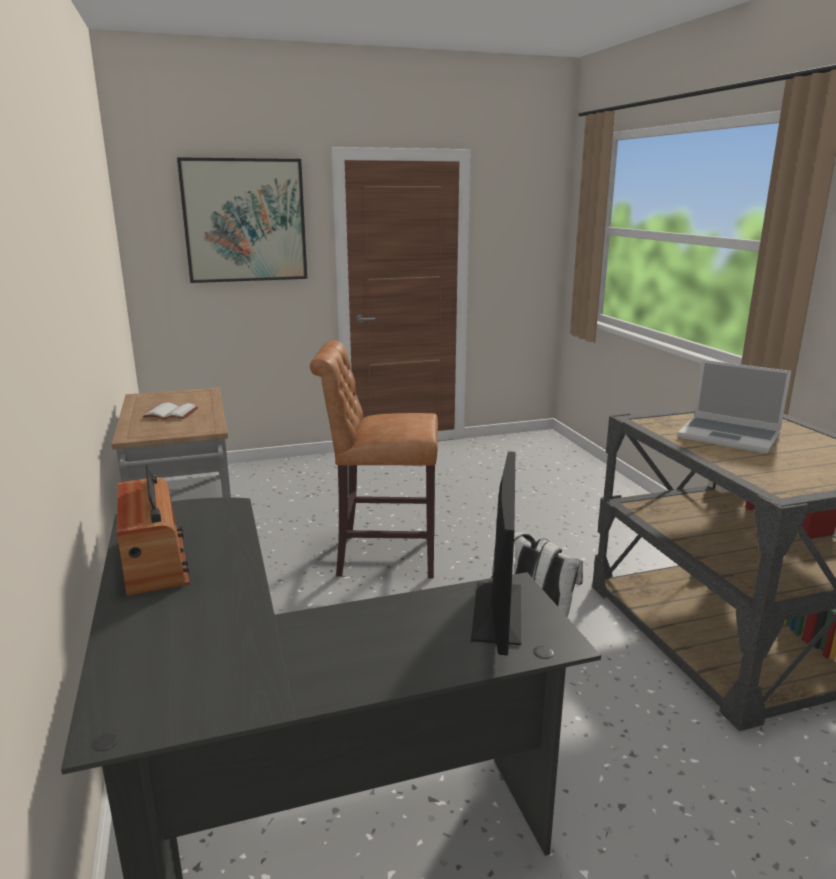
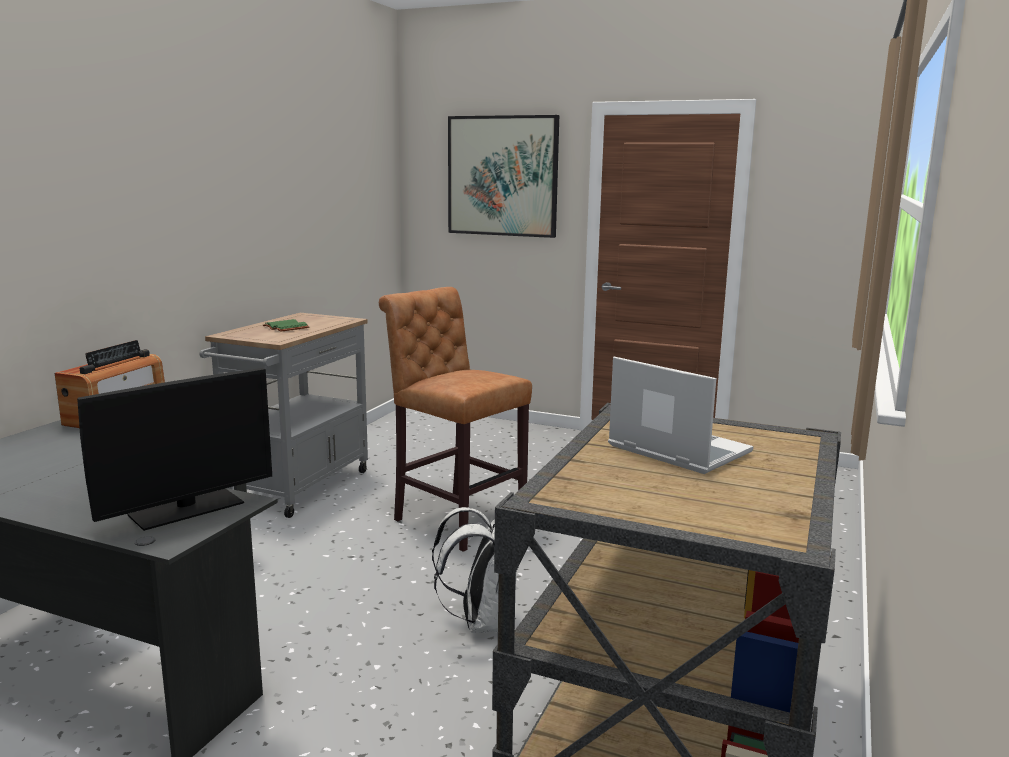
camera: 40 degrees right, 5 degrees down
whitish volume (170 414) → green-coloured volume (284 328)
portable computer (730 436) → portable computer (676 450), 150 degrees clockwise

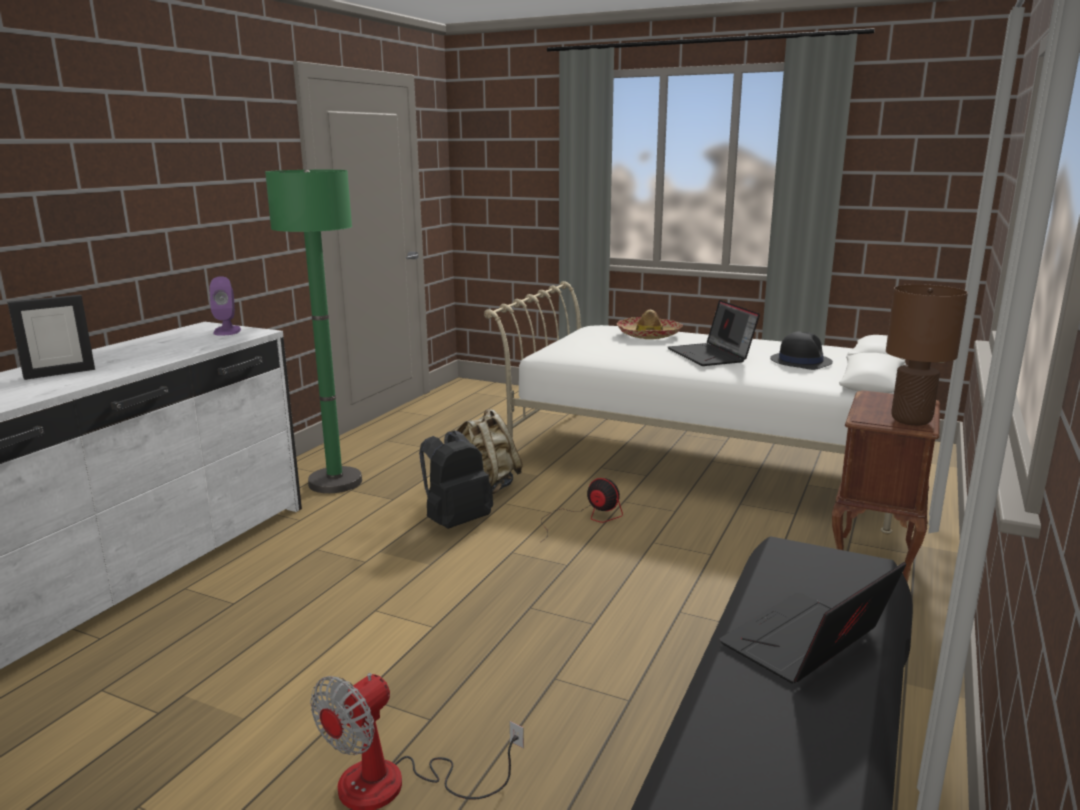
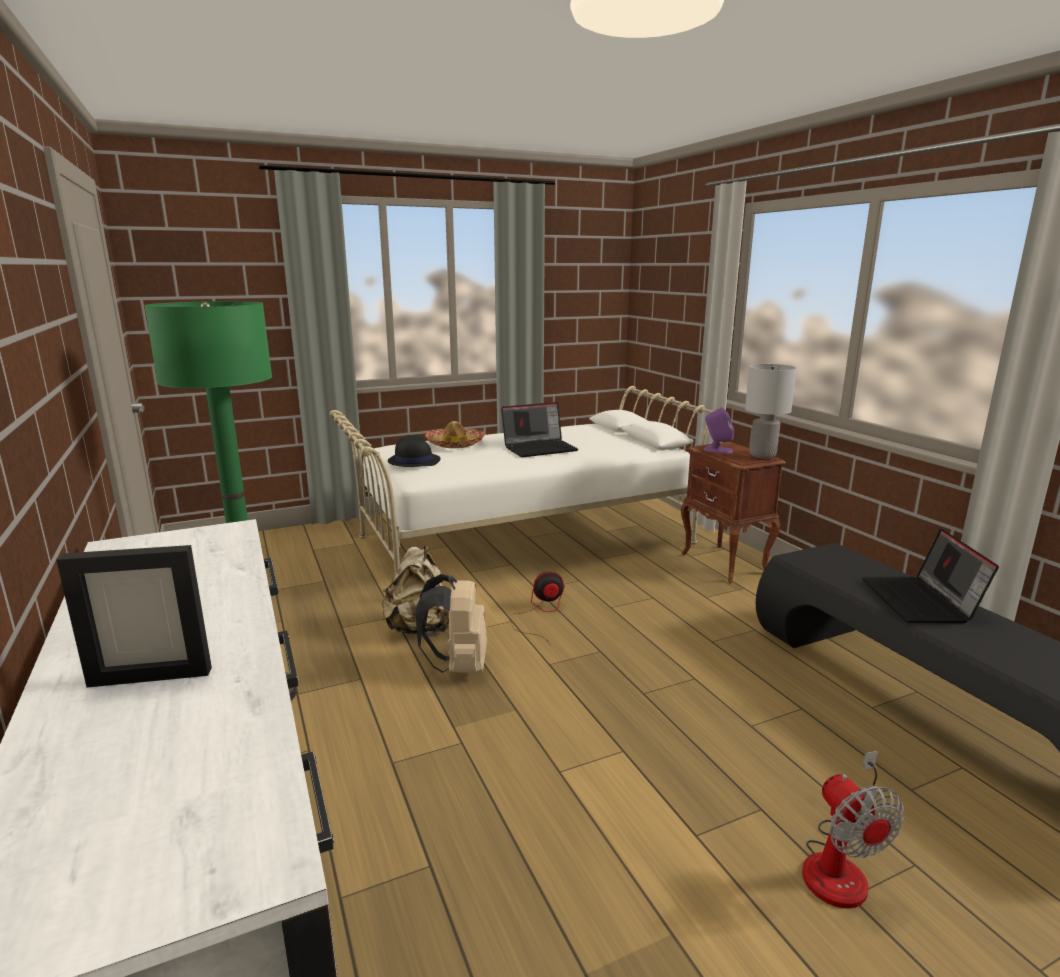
camera: 50 degrees left, 0 degrees up
standing frame (59 373) → standing frame (151 676), 75 degrees clockwise
blackish wearable hat (800 361) → blackish wearable hat (413 461), relocated
blackish backpack (456 521) → sand-coloured backpack (458 666)
portable computer (711 355) → portable computer (540 448), 45 degrees counterclockwise
purple-coloured audio speaker (227 331) → purple-coloured audio speaker (717 450), relocated
brown lamp for a table (911 422) → gray lamp for a table (763 457)

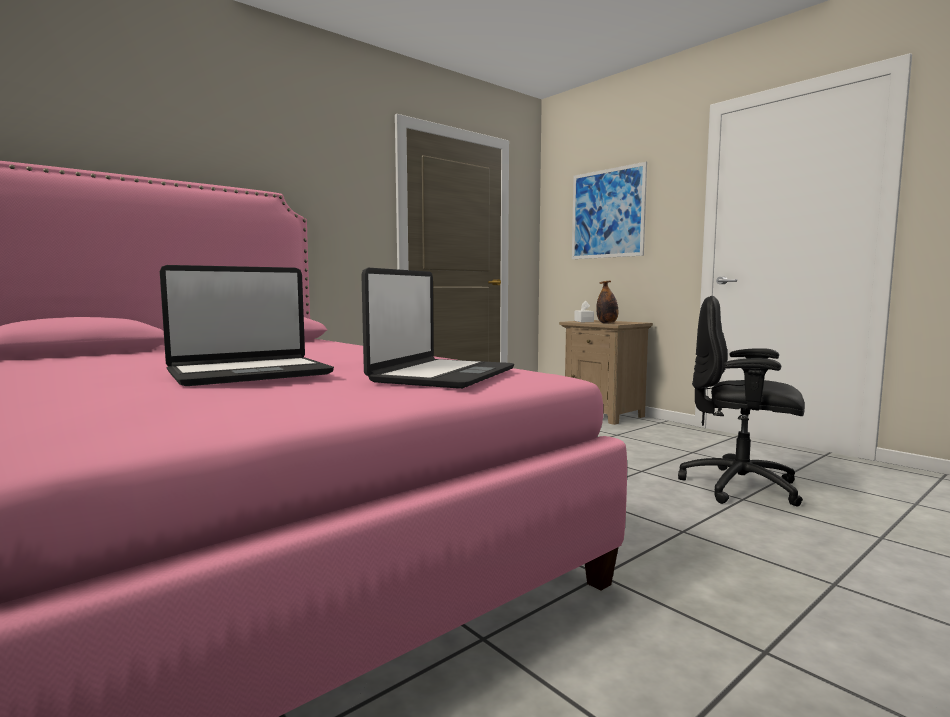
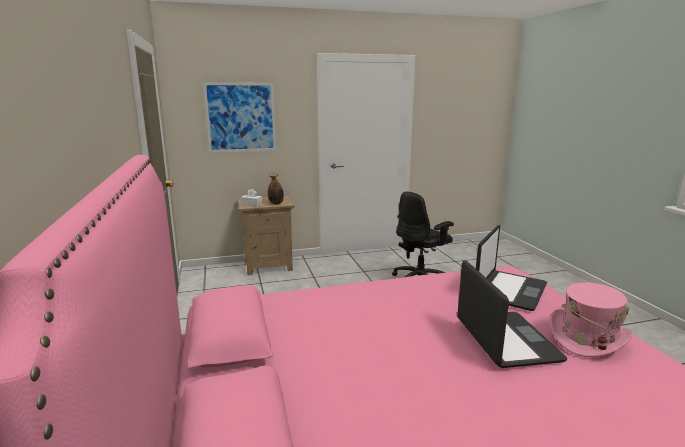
camera: 65 degrees left, 10 degrees up
portable computer (442 375) → portable computer (509 290), 75 degrees clockwise
- → pink wearable hat (587 337)

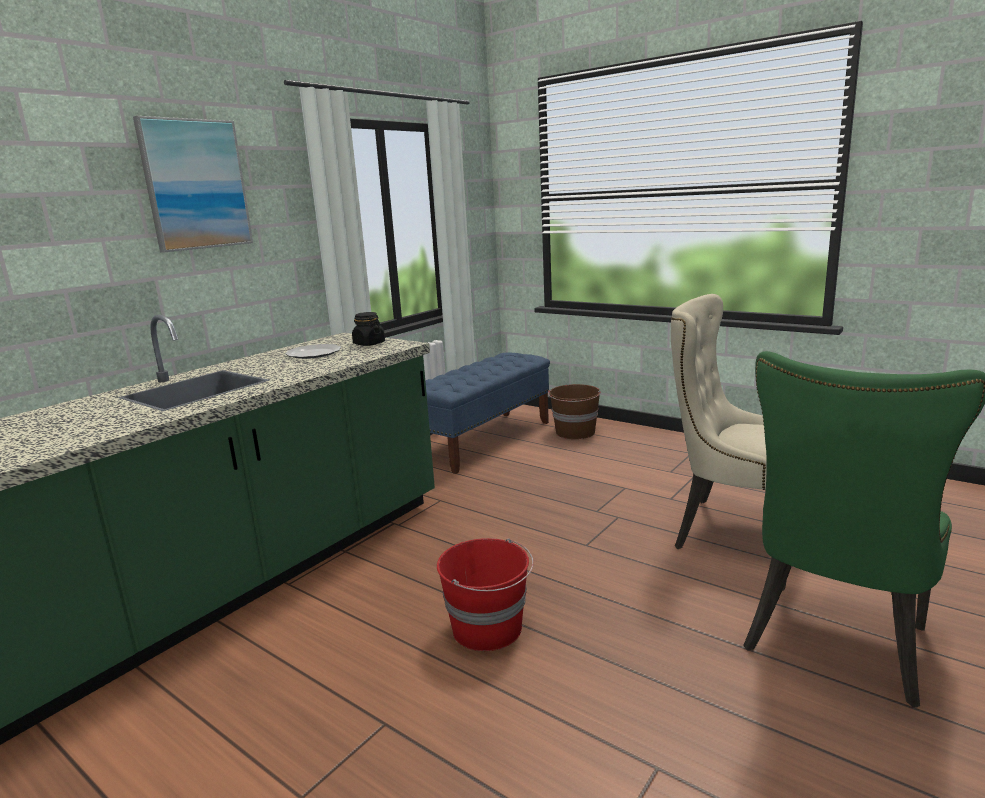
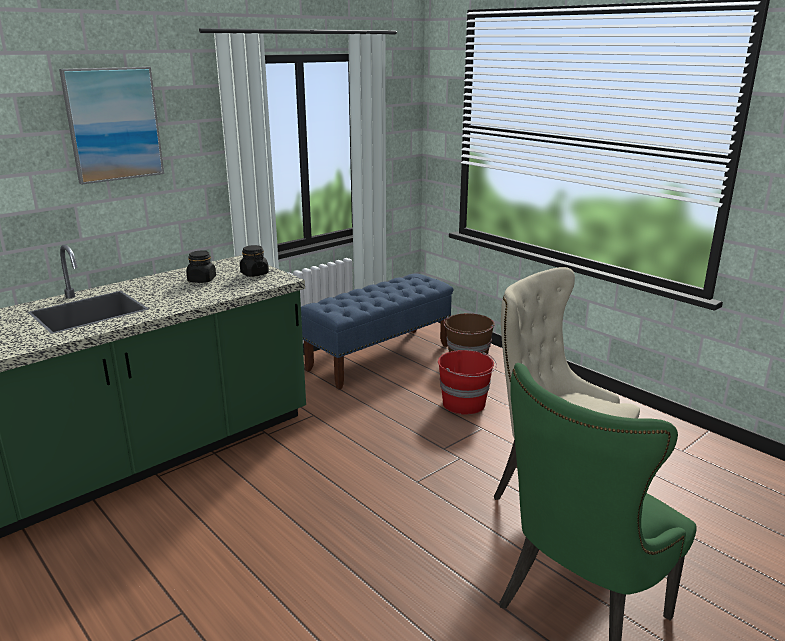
camera: 10 degrees right, 5 degrees up
flat dish (313 353) → blackish preserve jar (202 280)
red-coloured water bucket (488 628) → red-coloured water bucket (464 404), relocated

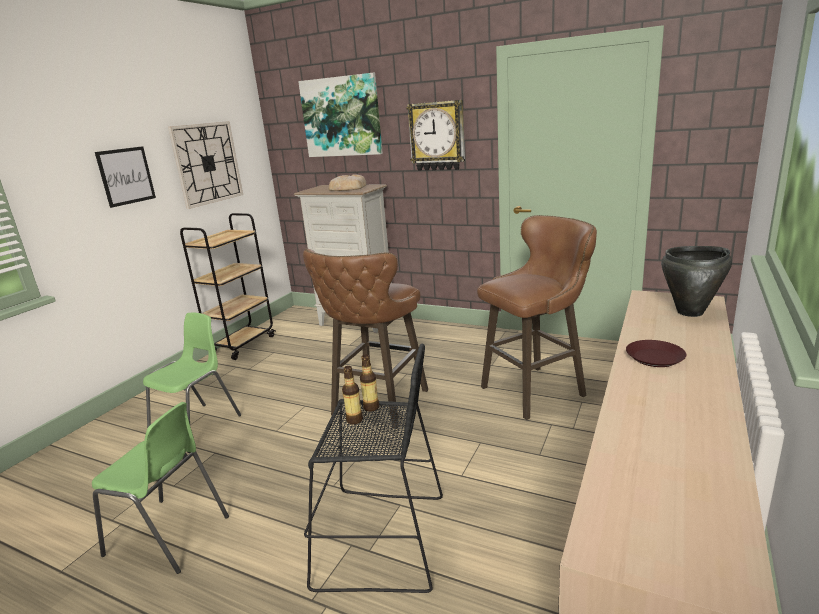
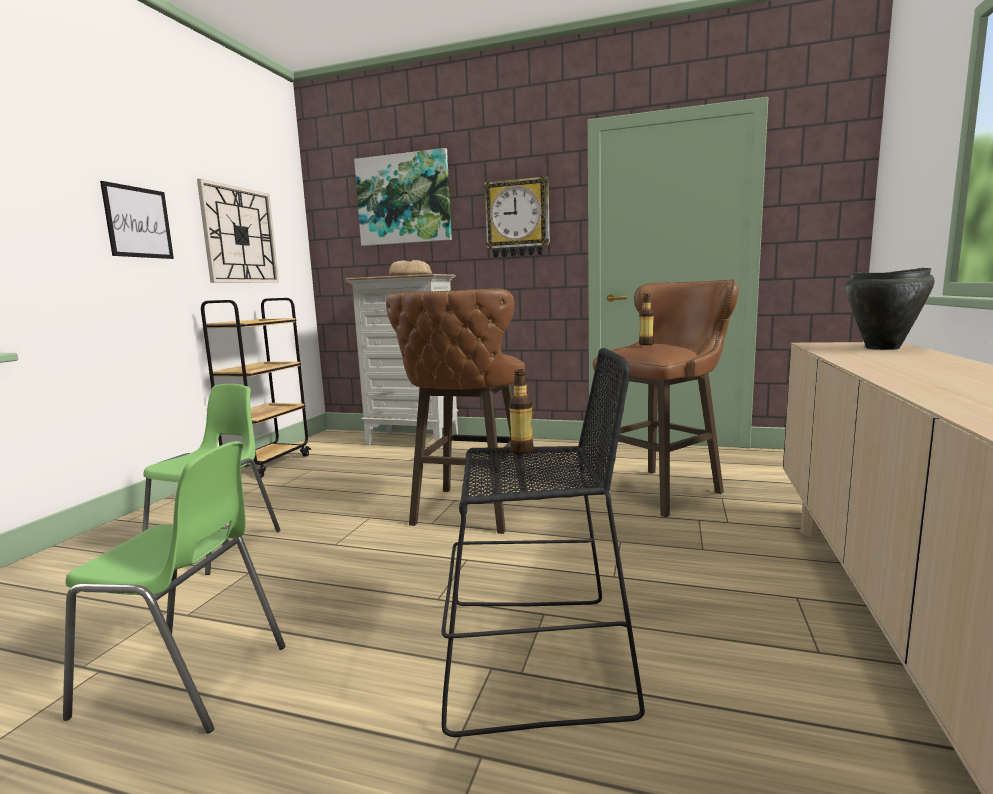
camera: 10 degrees left, 10 degrees down
bottle (354 420) → bottle (646 344), relocated
brown flat dish (654 358) → -

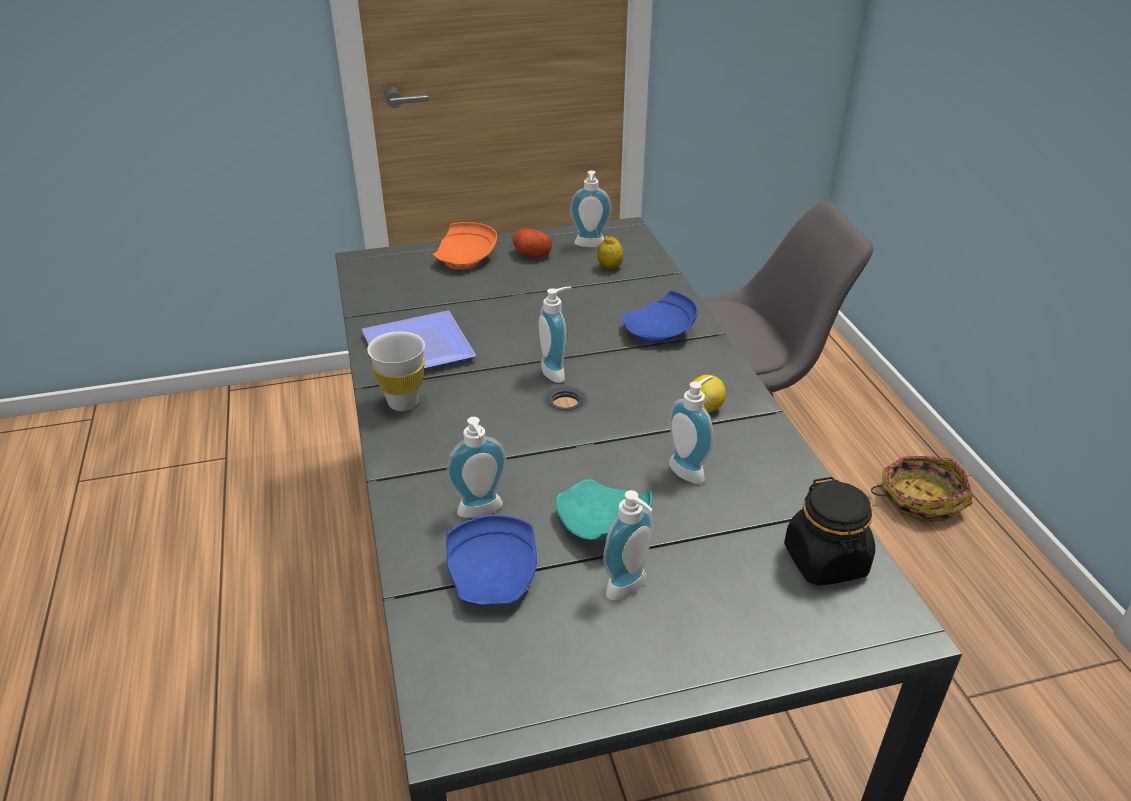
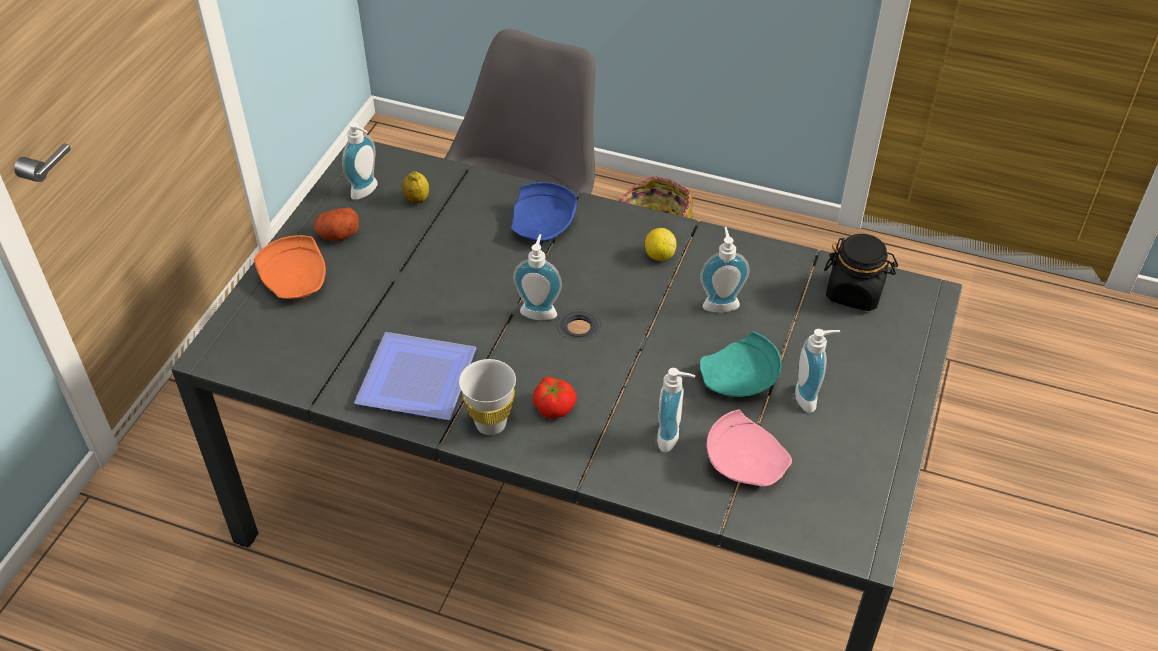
camera: 55 degrees left, 10 degrees up
- → tomato (554 406)
blue-coloured flat dish (494 577) → pink flat dish (745 461)

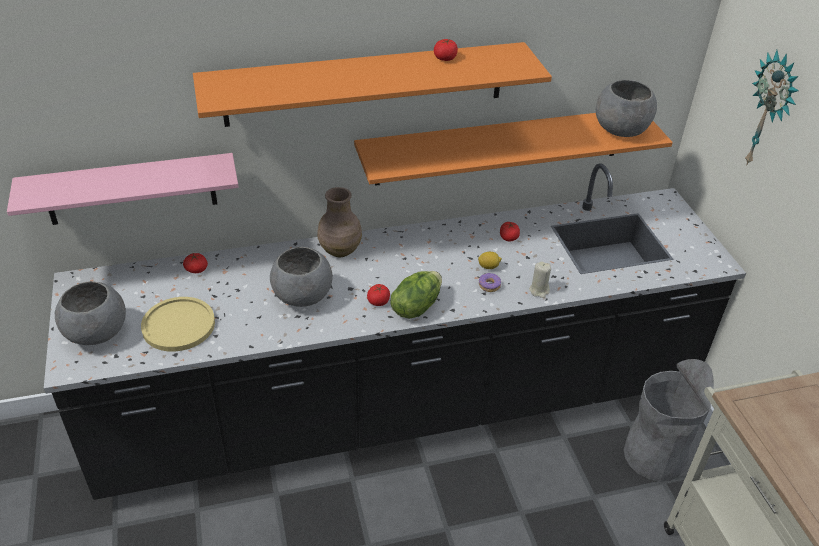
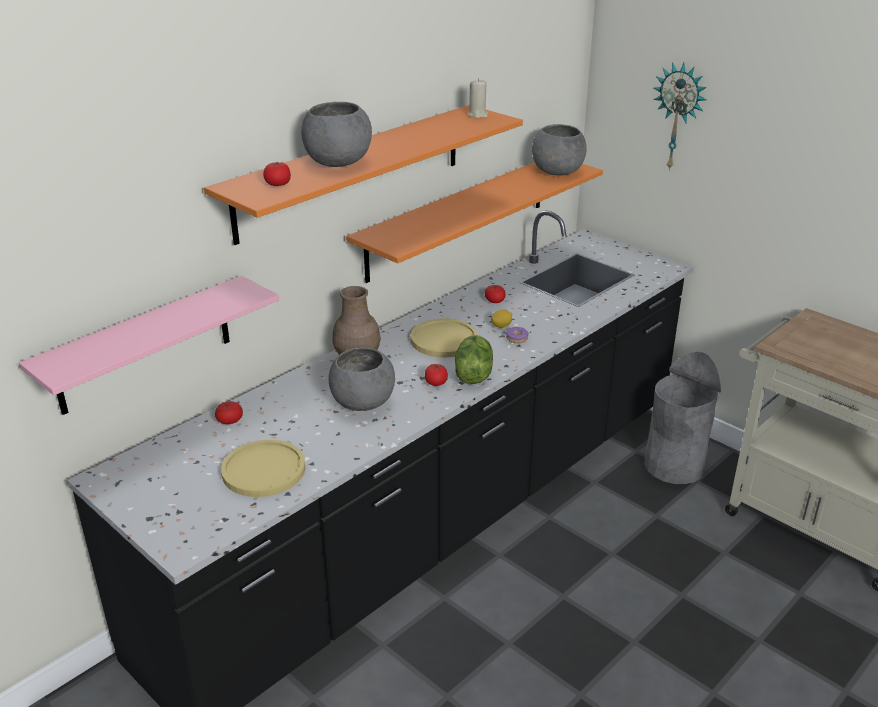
camera: 30 degrees left, 10 degrees down
tomato (445 58) → tomato (278 184), relocated
gray serving bowl (97 334) → gray serving bowl (338 164), relocated
- → yellow-coloured flat dish (444 340)
sand-coloured candle (539 290) → sand-coloured candle (477 115), relocated

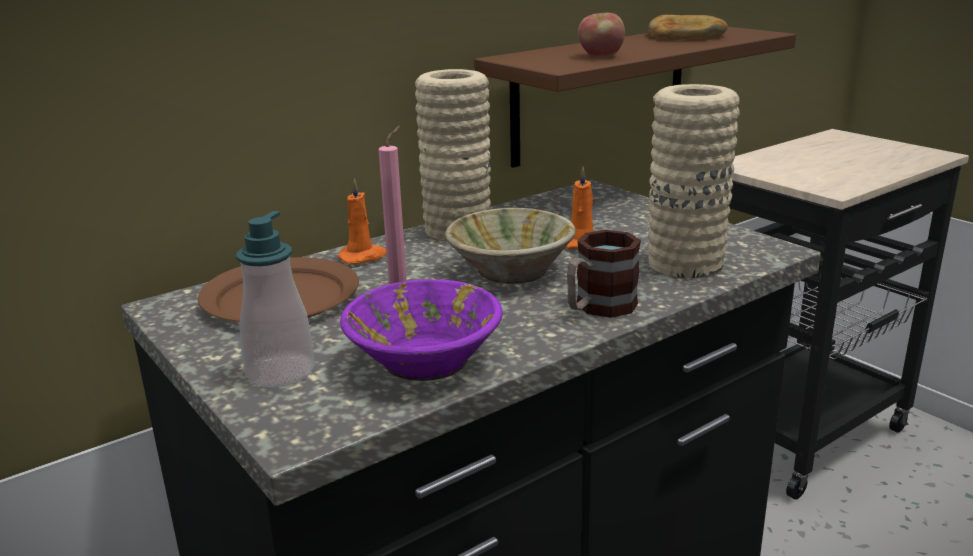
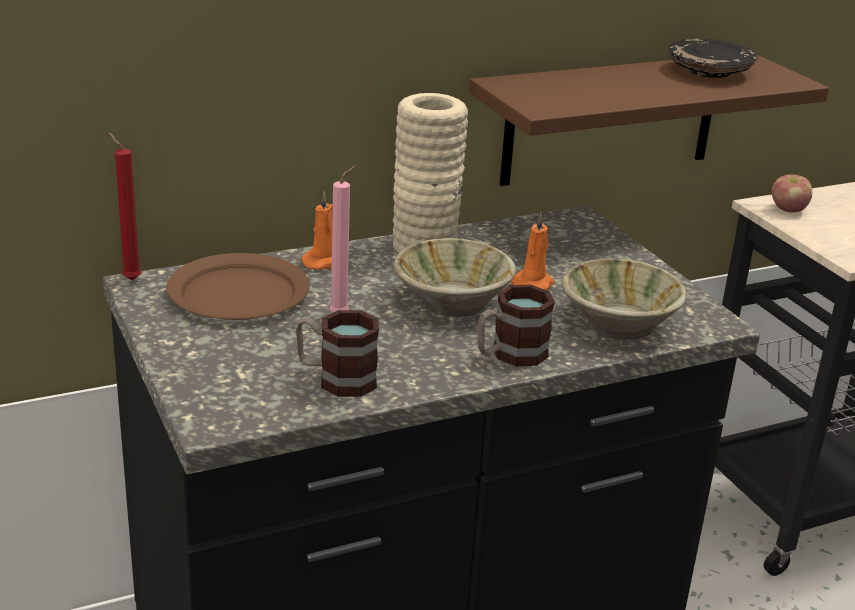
camera: 10 degrees right, 5 degrees up
- → red-coloured candle (129 279)
purple-coloured serving bowl (424 362) → tea mug (336 378)
sand-coloured decorative vase (685 263) → sand-coloured serving bowl (618 323)
baked bread (686 35) → blackish flat dish (709 71)
apple (601 56) → apple (788 209), relocated
liquid soap bottle (280 372) → -

